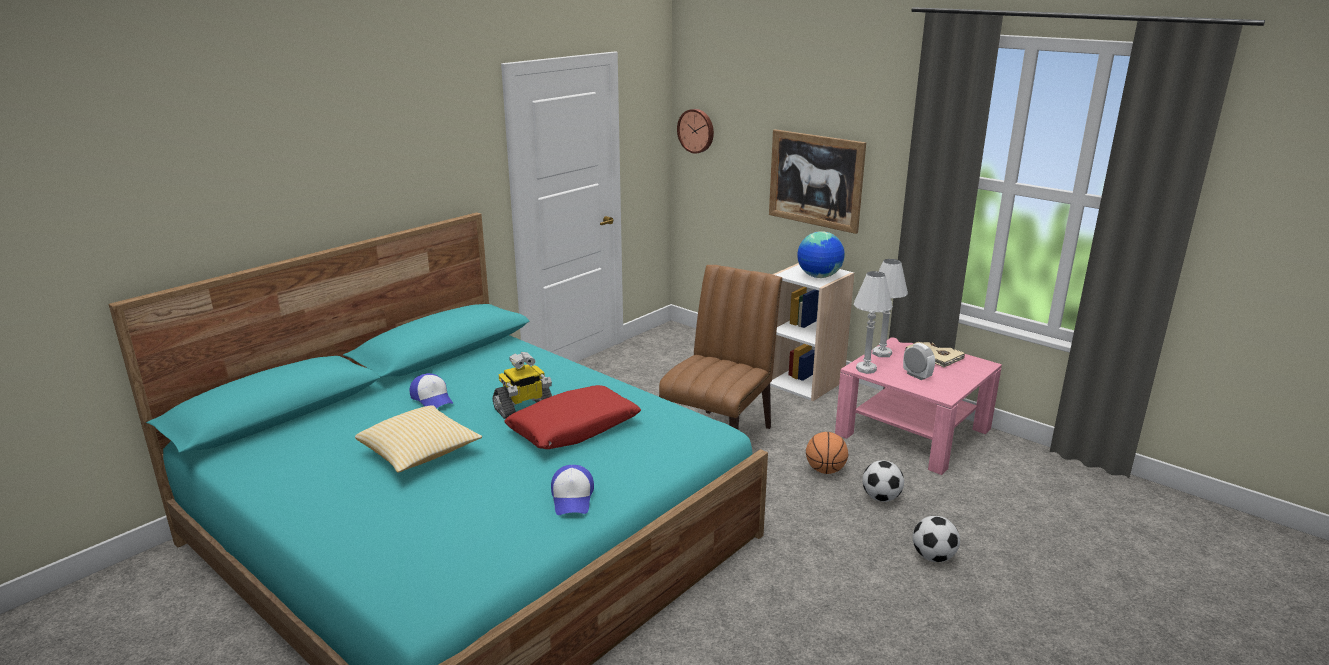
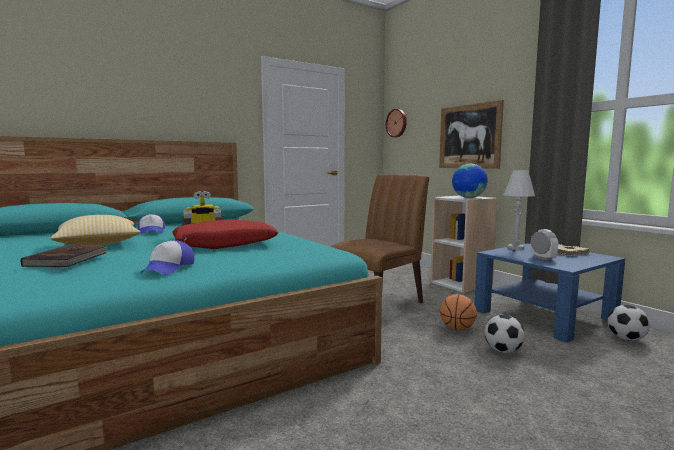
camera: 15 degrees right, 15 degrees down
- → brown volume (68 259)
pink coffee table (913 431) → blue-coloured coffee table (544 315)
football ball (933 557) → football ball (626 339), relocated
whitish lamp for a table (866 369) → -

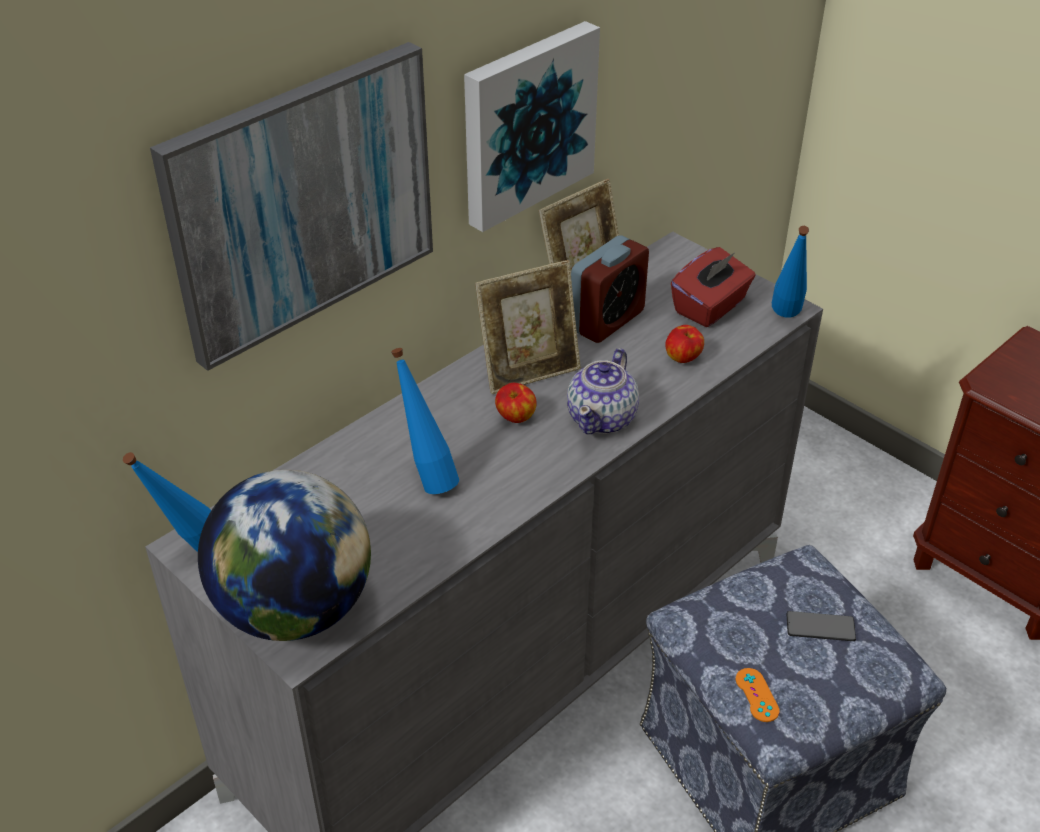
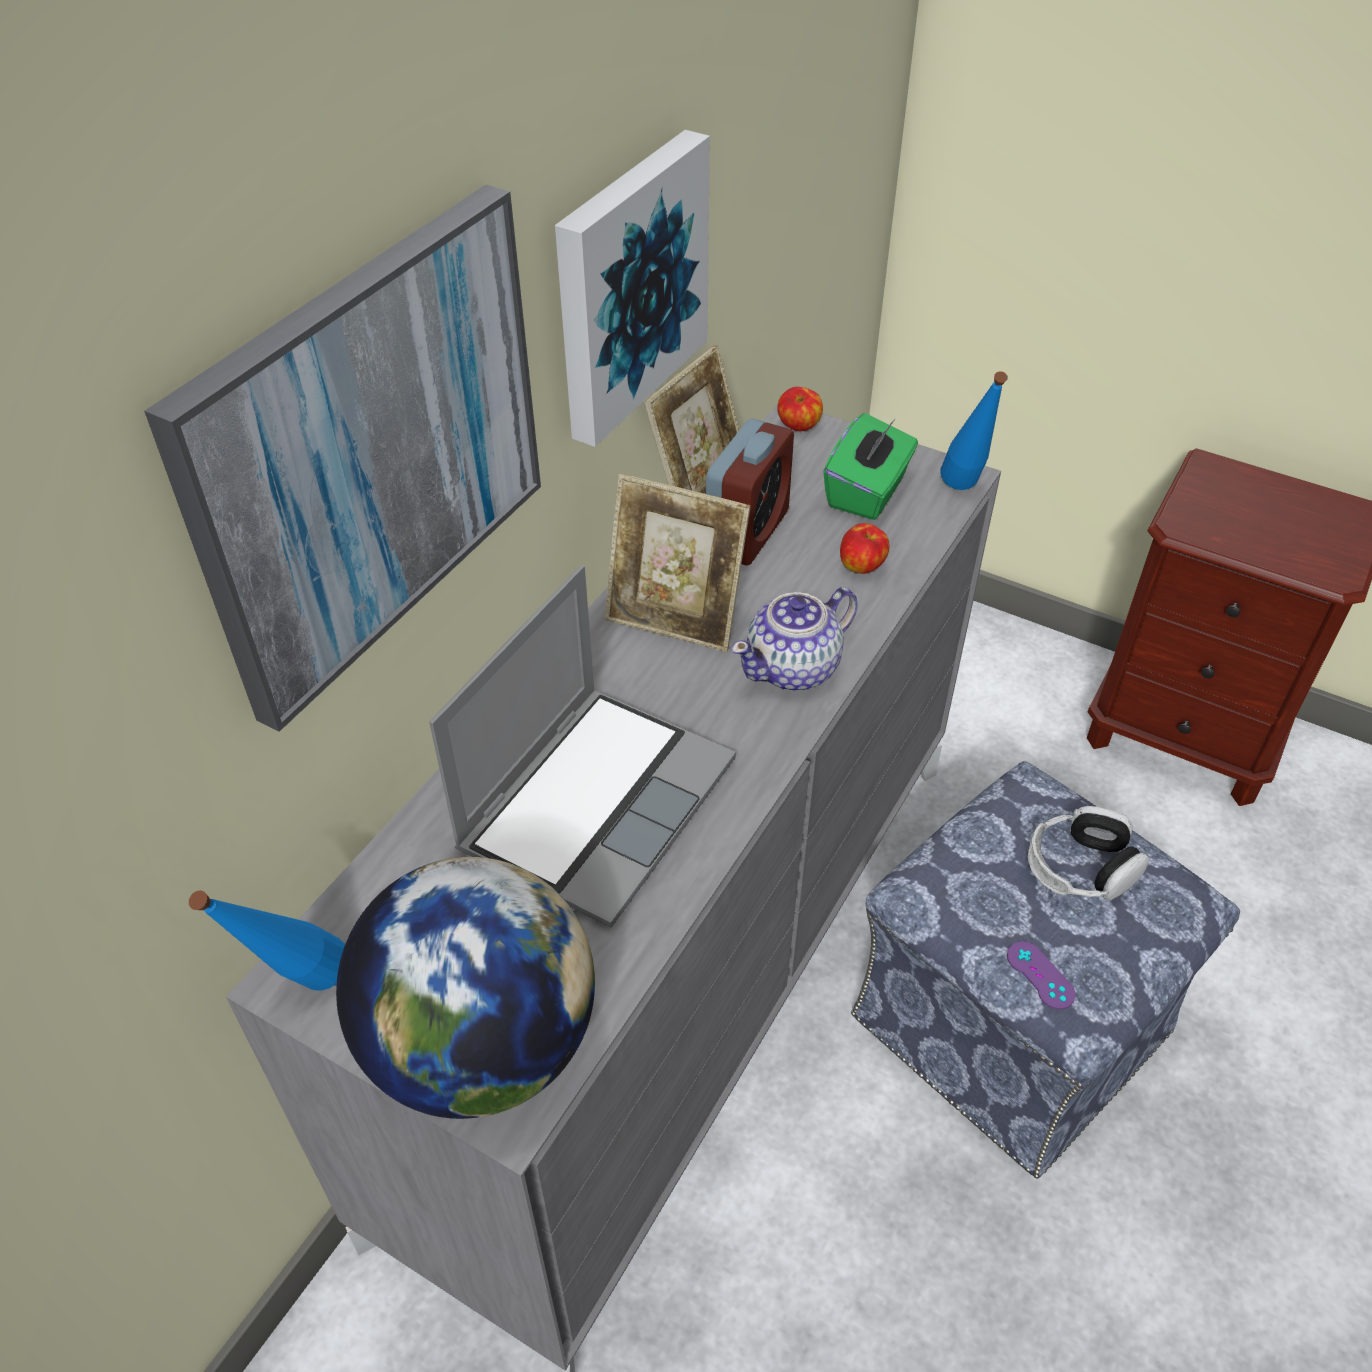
camera: 15 degrees left, 5 degrees up
blue-coloured bottle (427 478) → portable computer (597 802)
standing frame (529 371) → standing frame (675 620), 60 degrees clockwise
teapot (603 418) → teapot (794 668), 45 degrees clockwise
apple (515 418) → apple (798 427), relocated
red-coloured box of tissues (710 307) → green-coloured box of tissues (867 492)
orange gamepad (757 695) → purple-coloured gamepad (1040 975)
handset (820 627) → pair of headphones (1080 868)

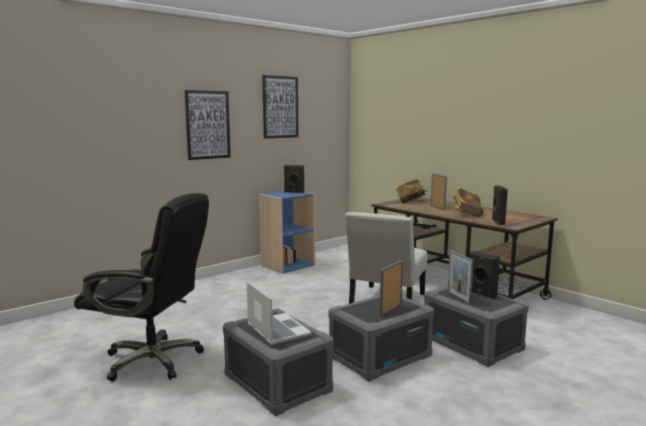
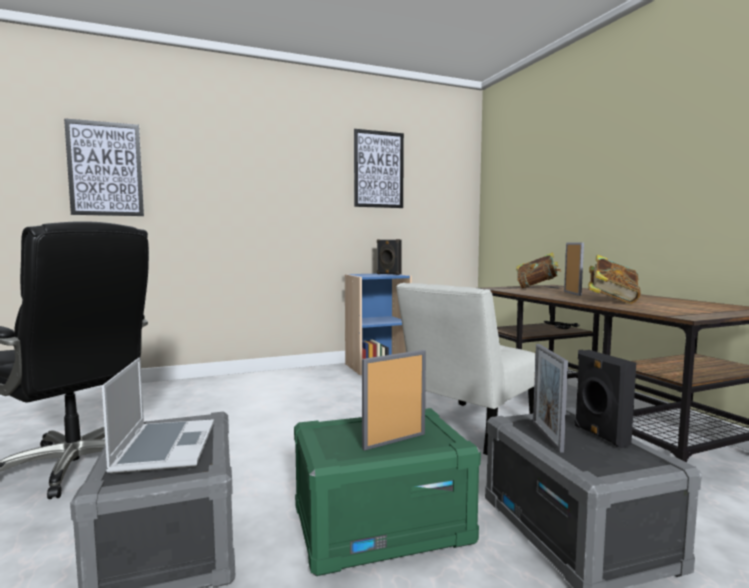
camera: 20 degrees right, 5 degrees down
wall art (208 125) → wall art (105 169), relocated
gray storage container (380 356) → green-coloured storage container (382 524)
blackish audio speaker (497 222) → -

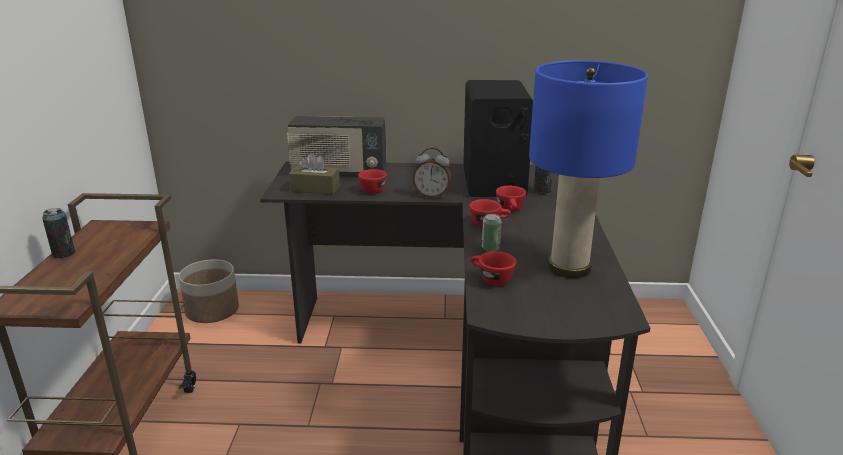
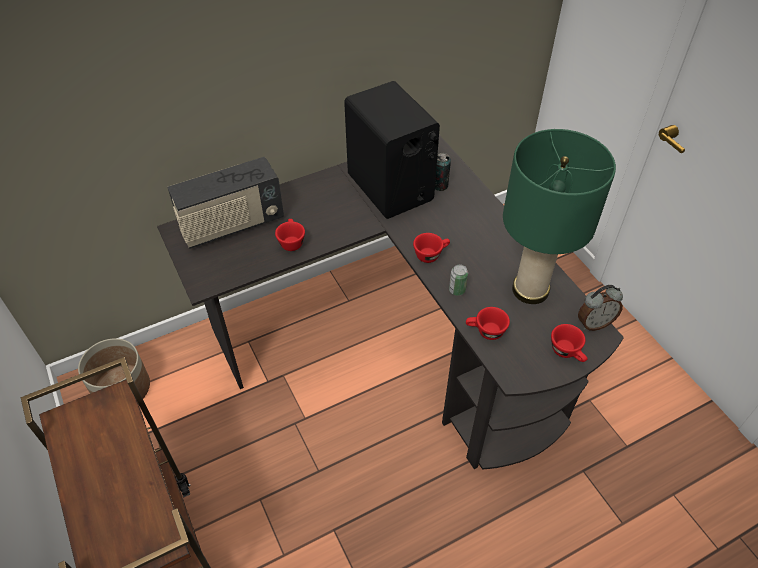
camera: 30 degrees left, 25 degrees up
blue-coloured lamp for a table (568 267) → green-coloured lamp for a table (529 290)
red-coloured cup (511 210) → red-coloured cup (568 352), relocated
alarm clock (432 195) → alarm clock (594 323), relocated
sealed can (63 254) → -
brown box of tissues (315 188) → -

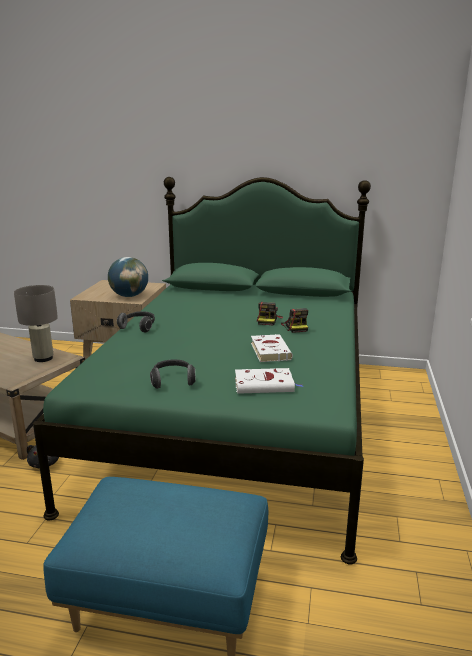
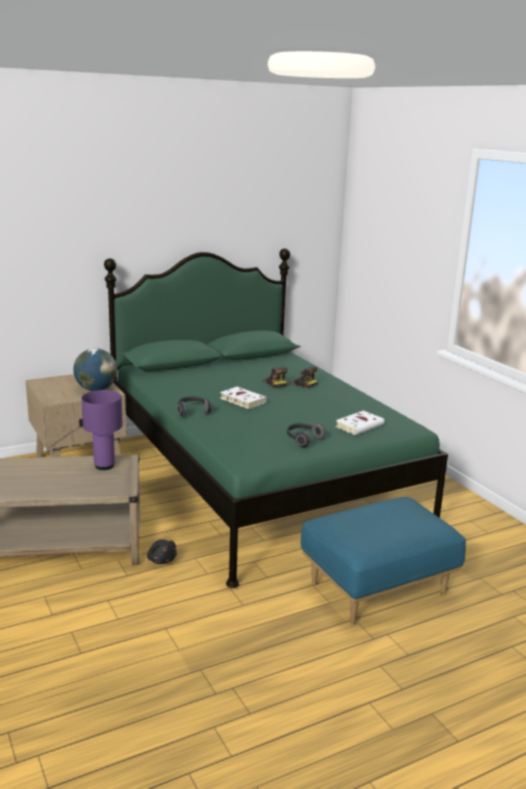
camera: 40 degrees left, 0 degrees up
gray lamp for a table (44 358) → purple-coloured lamp for a table (104 465)
whitish volume (269 351) → whitish volume (241 400), relocated

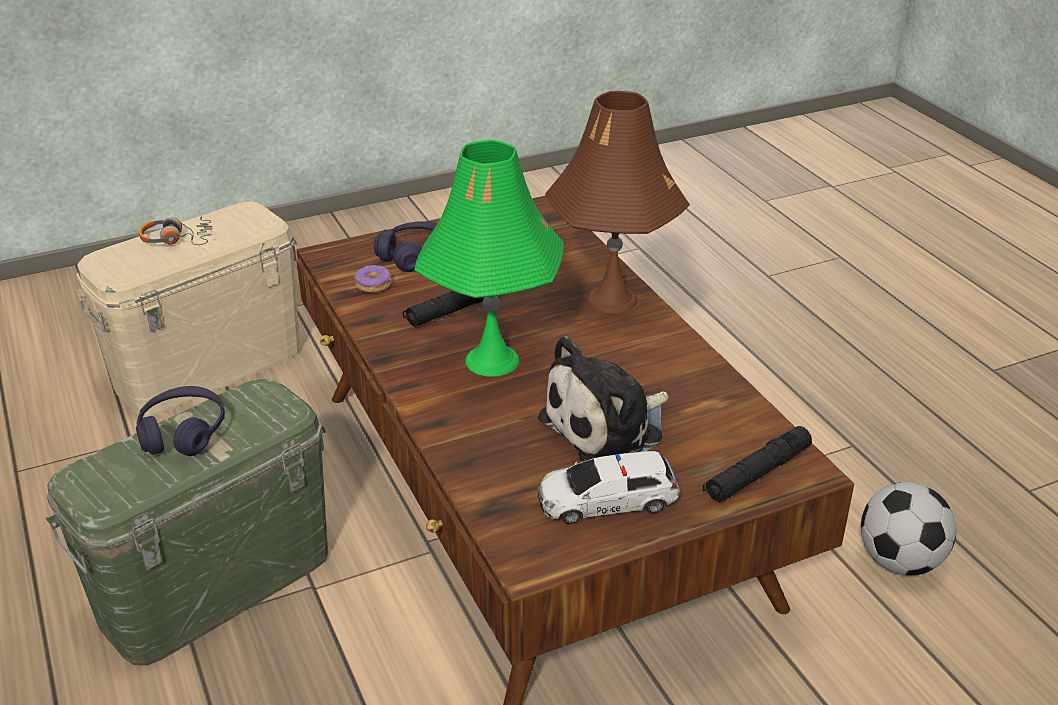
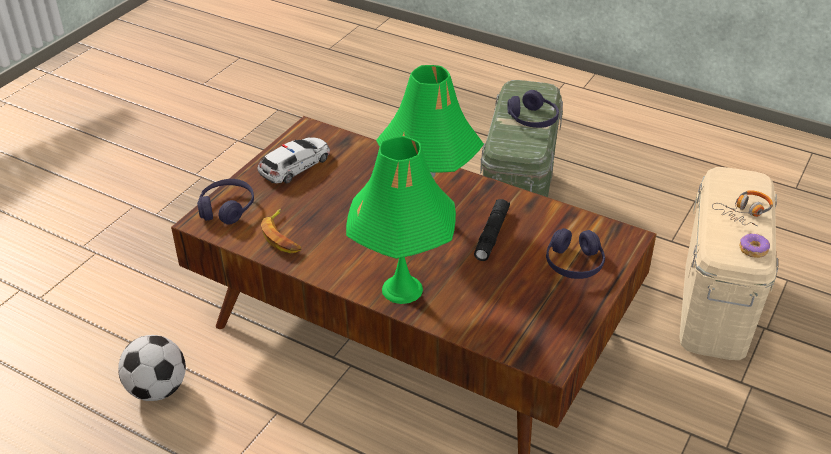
camera: 145 degrees right, 5 degrees up
blackish hand torch (757 473) → purple-coloured pair of headphones (227 208)
- → banana (282 236)
brown lamp for a table (612 299) → green-coloured lamp for a table (402 289)
ring doughnut (373 285) → ring doughnut (753 250), relocated
plush toy (608 427) → -

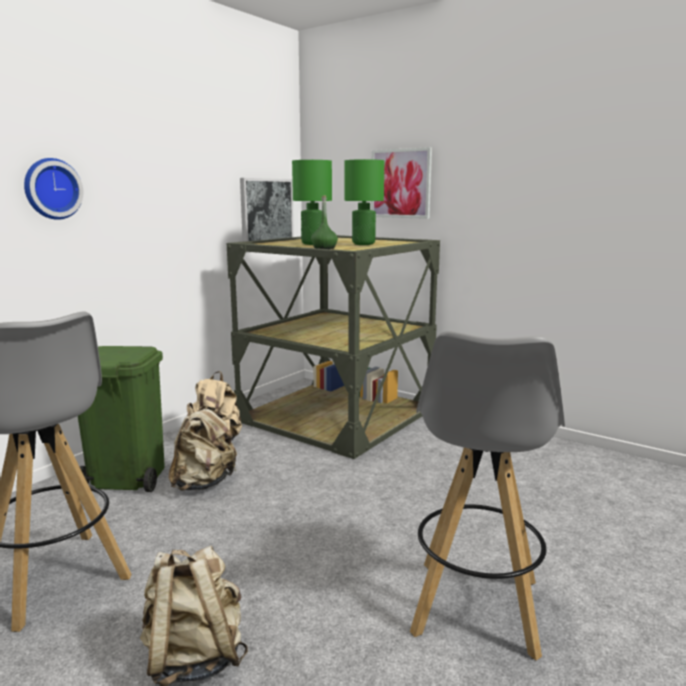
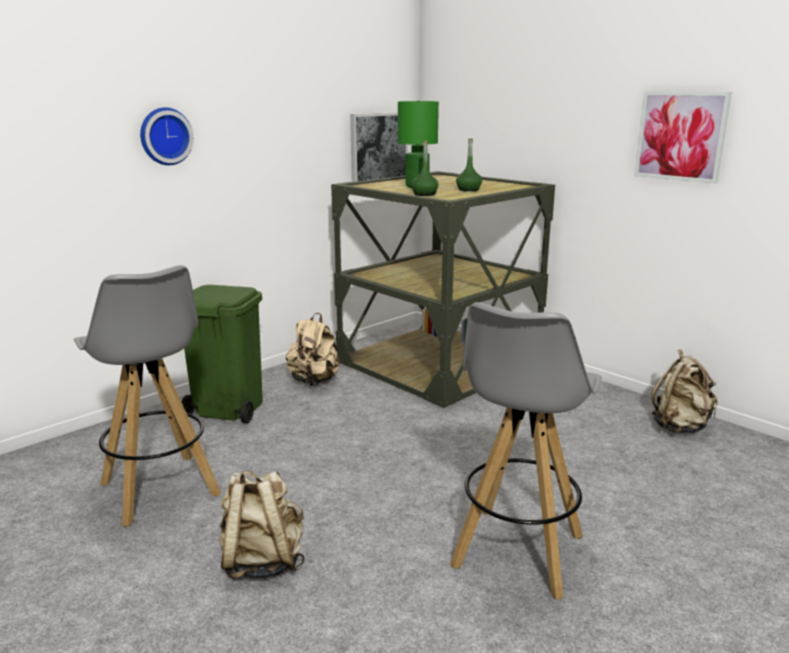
camera: 10 degrees right, 5 degrees up
green-coloured lamp for a table (363 245) → green-coloured bottle (468 190)
wall art (400 183) → wall art (680 136), relocated
sand-coloured backpack (204 483) → sand-coloured backpack (680 427), relocated

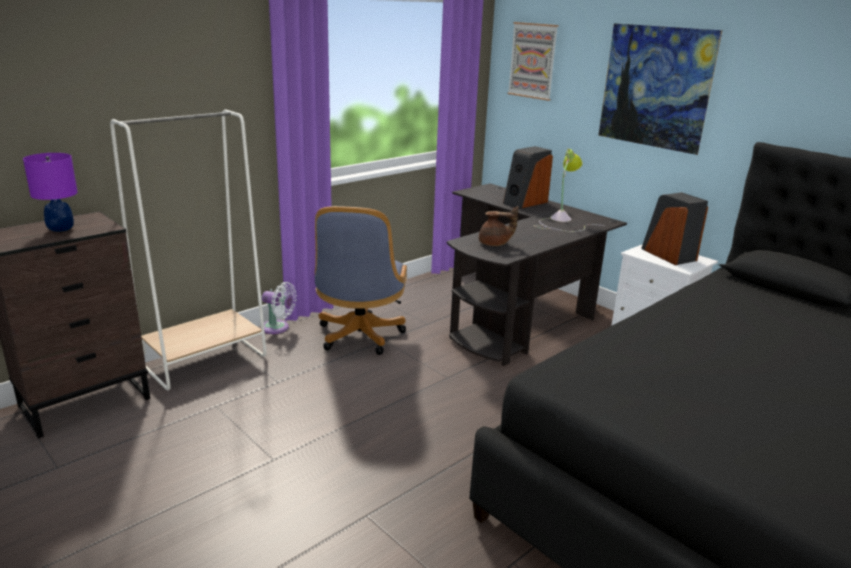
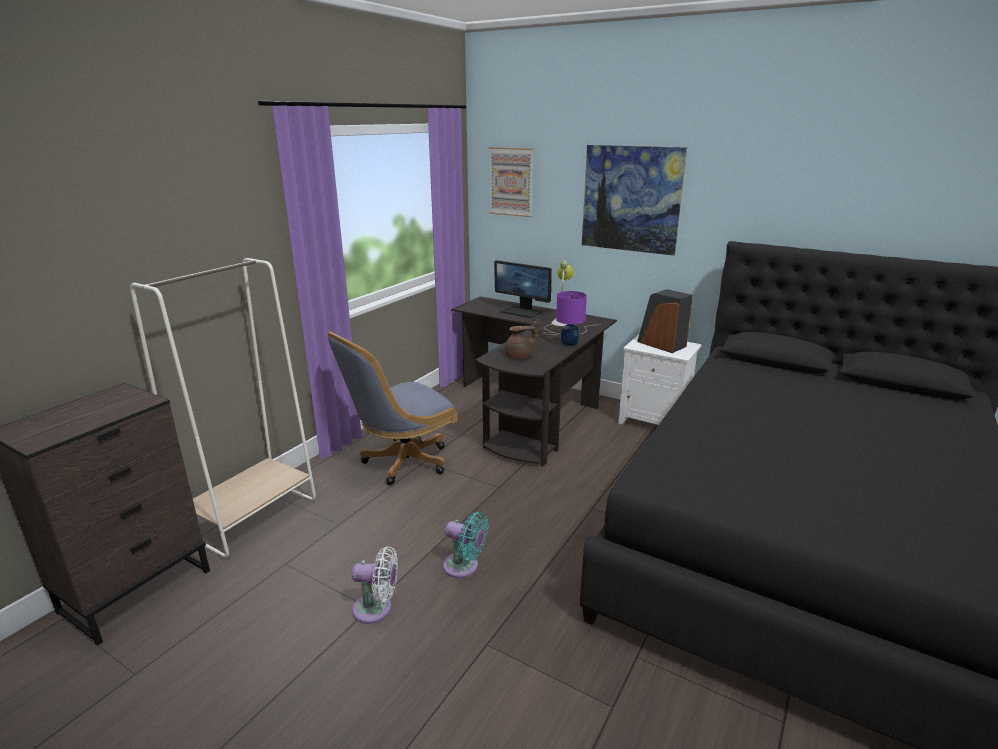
camera: 15 degrees left, 0 degrees up
blue-coloured computer chair (359 339) → blue-coloured computer chair (400 465), 60 degrees clockwise
whitish fan (277 328) → whitish fan (376 609), relocated
- → turquoise fan (464 567)
audio speaker (525 202) → computer display (521 311)
purple-coloured lamp for a table (62 229) → purple-coloured lamp for a table (569 343), relocated

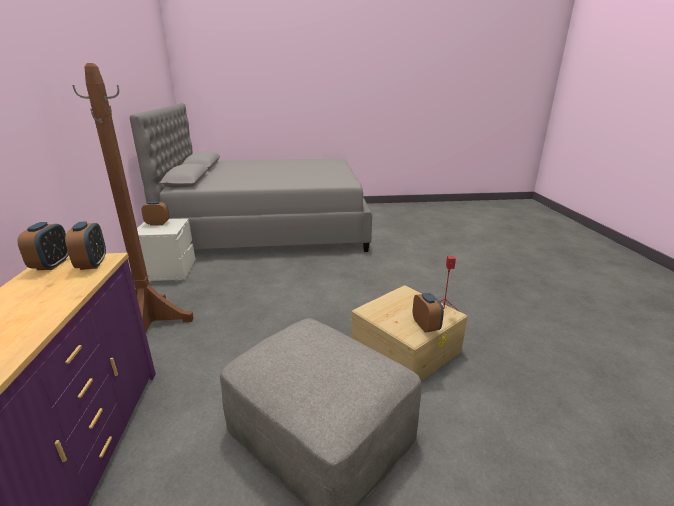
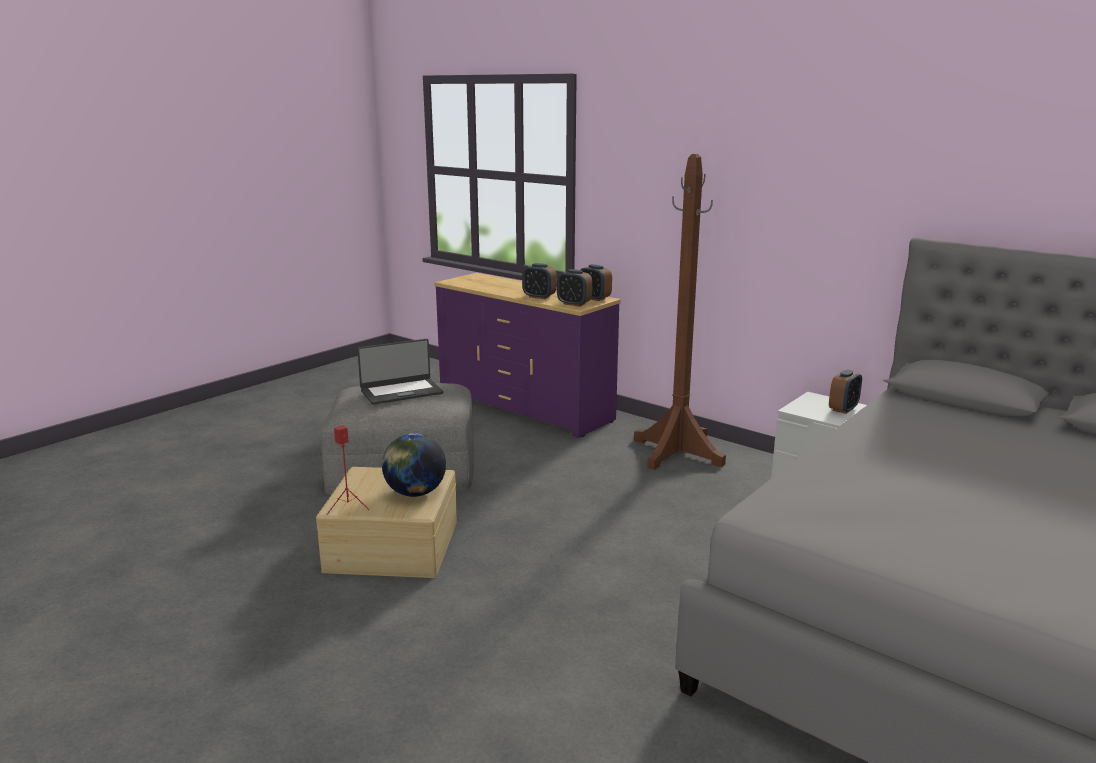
camera: 135 degrees right, 5 degrees down
- → portable computer (401 392)
- → world globe (415 493)
alarm clock (426 326) → alarm clock (539 297), relocated

